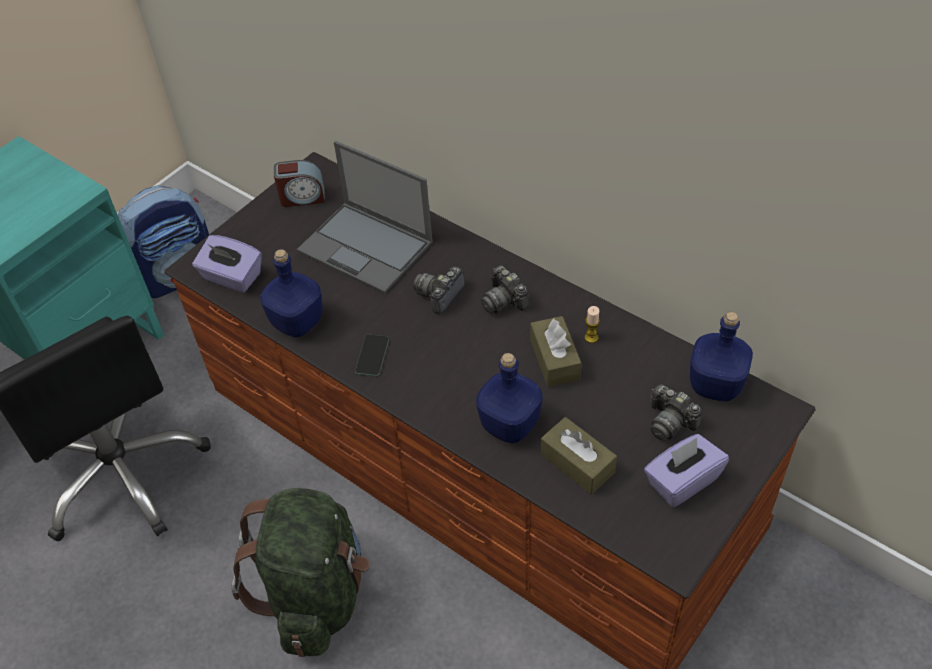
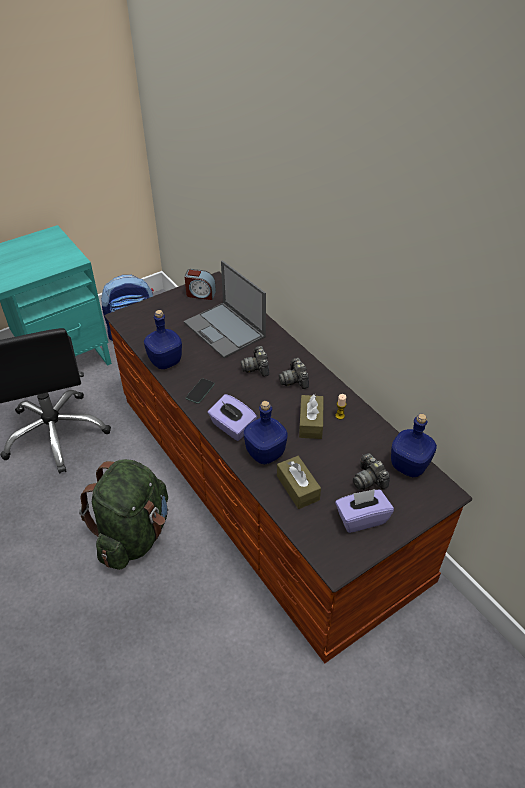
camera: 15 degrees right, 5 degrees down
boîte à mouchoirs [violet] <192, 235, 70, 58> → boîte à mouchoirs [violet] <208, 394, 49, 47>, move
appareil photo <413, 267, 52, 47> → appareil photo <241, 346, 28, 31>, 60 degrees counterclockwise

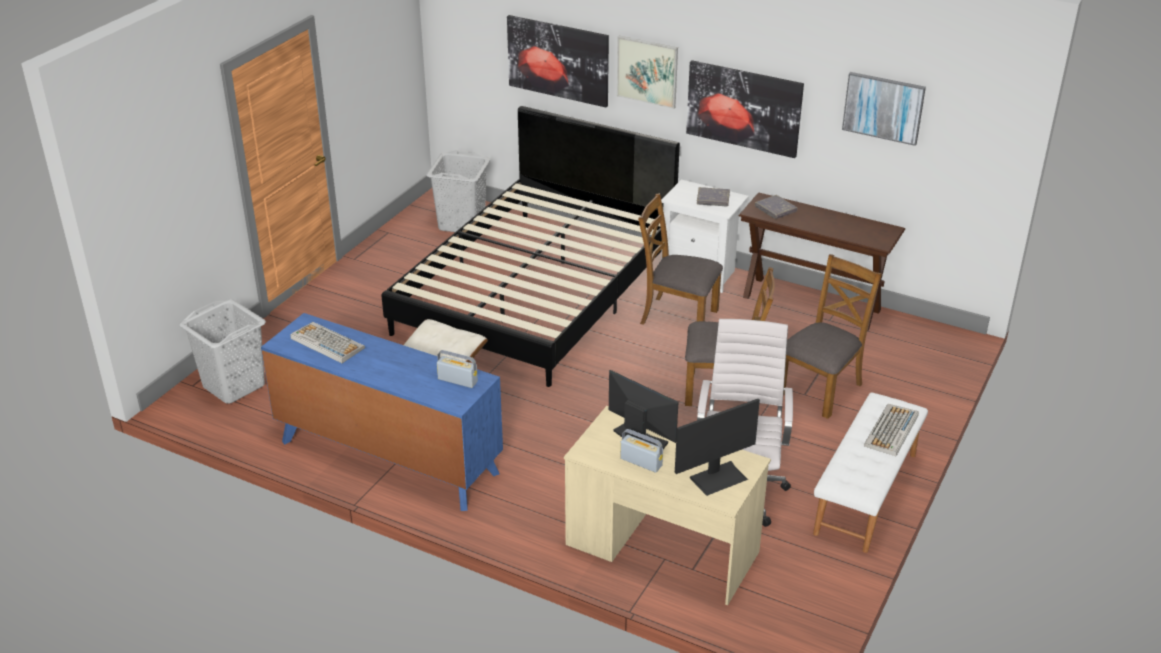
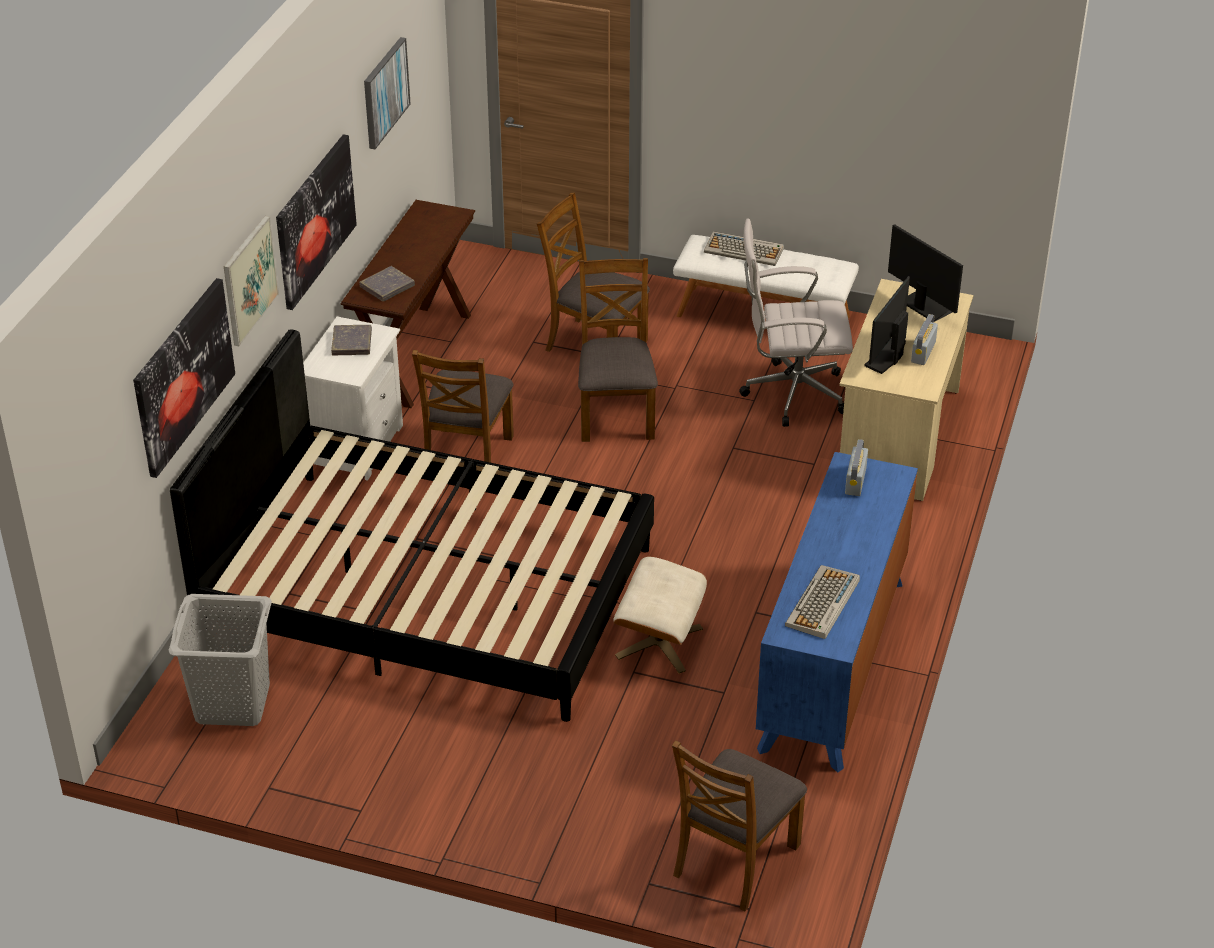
camera: 100 degrees left, 5 degrees up
panier à linge [gris] <179, 299, 87, 105> → chaise [marron] <672, 740, 135, 171>

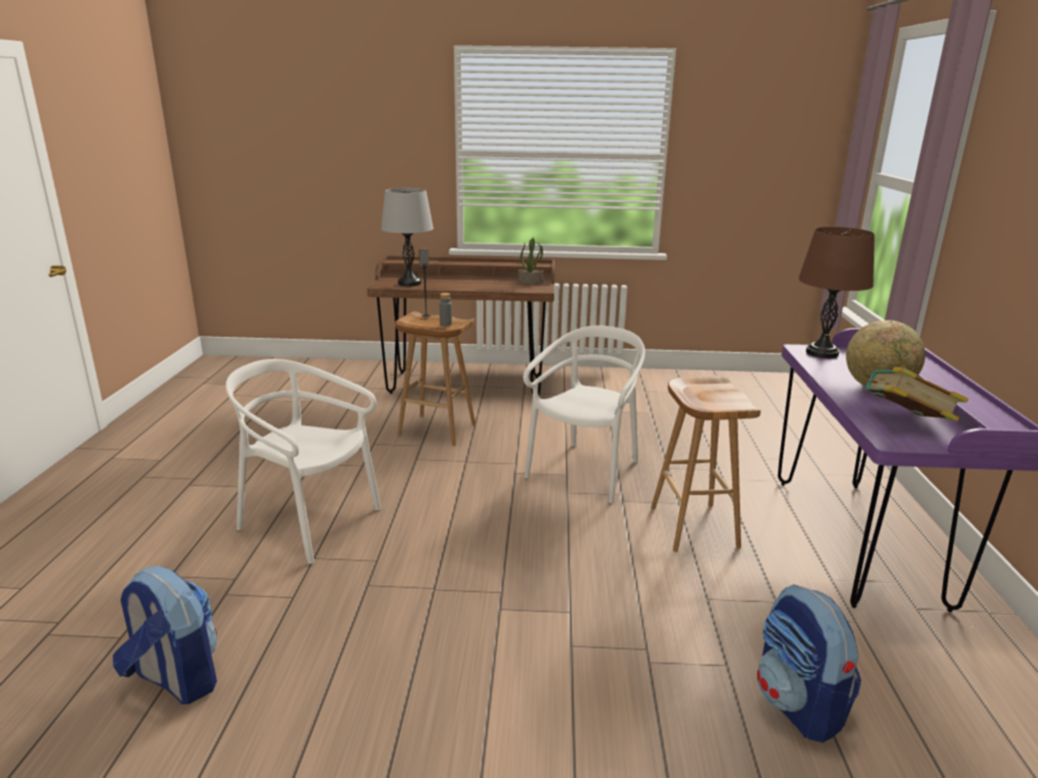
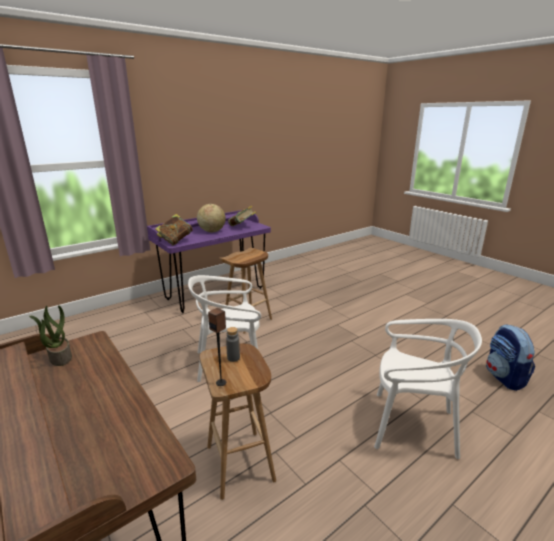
camera: 130 degrees left, 0 degrees up
lampe de table [gris] <381, 188, 52, 98> → -
sac à dos <757, 584, 104, 159> → -
lampe de table [marron] <798, 227, 77, 131> → livre <155, 214, 38, 31>
chaise [blanc] <226, 359, 155, 205> → chaise [blanc] <374, 319, 108, 140>, 60 degrees counterclockwise

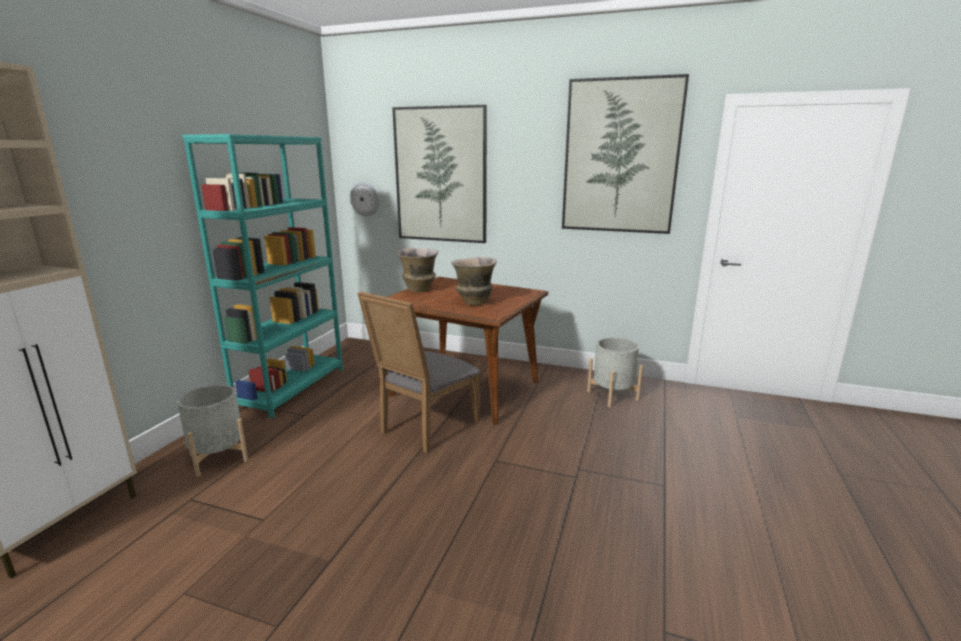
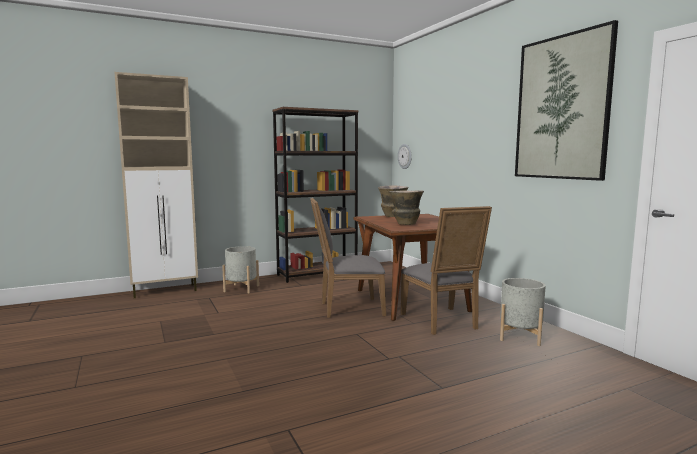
camera: 45 degrees right, 10 degrees down
tableau <392, 105, 95, 138> → -
- → chaise [gris] <401, 206, 91, 129>
bibliothèque [turquoise] <182, 134, 161, 284> → bibliothèque [marron] <272, 107, 87, 176>

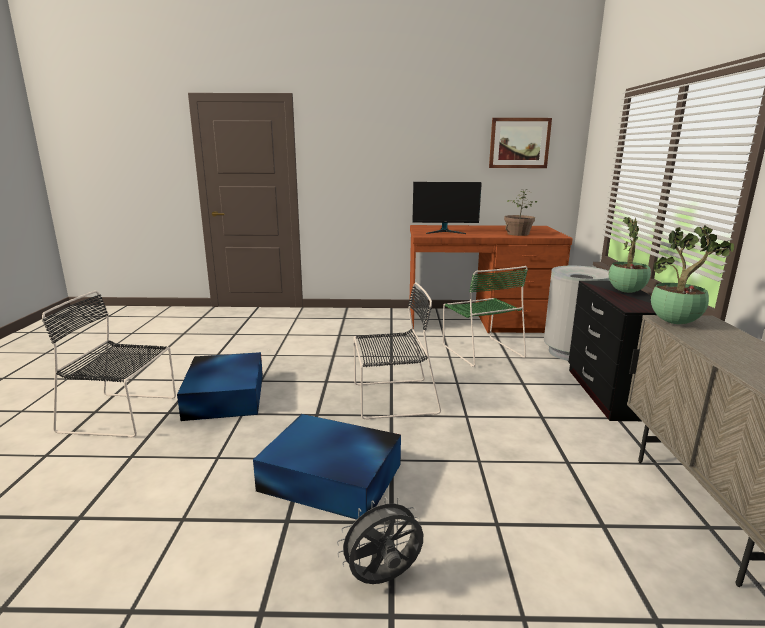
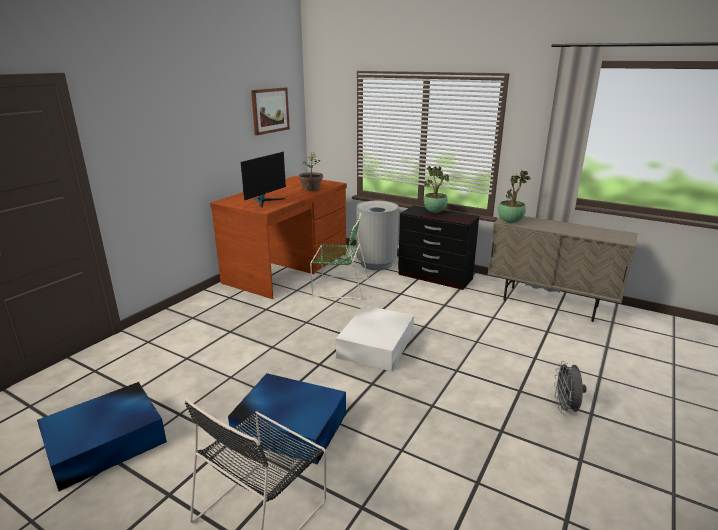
camera: 60 degrees left, 5 degrees up
boîte de rangement [bleu] <253, 414, 148, 106> → boîte de rangement [bleu] <37, 382, 130, 109>, move
chaise [noir] <354, 282, 87, 138> → boîte de rangement [blanc] <336, 305, 78, 66>

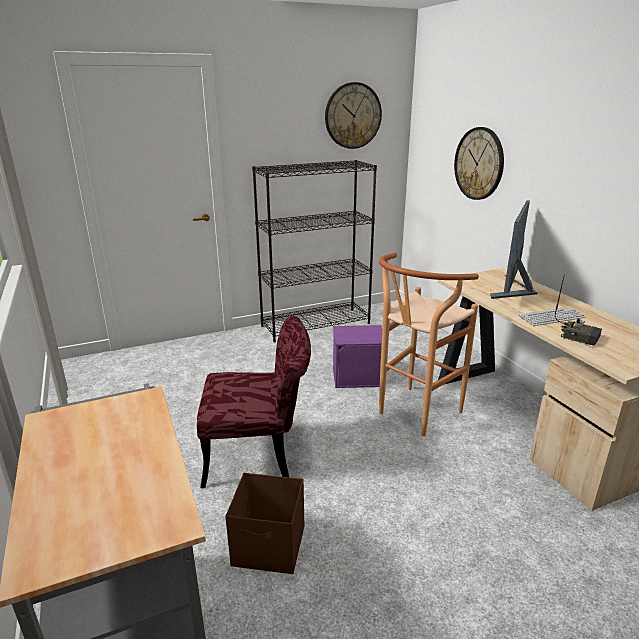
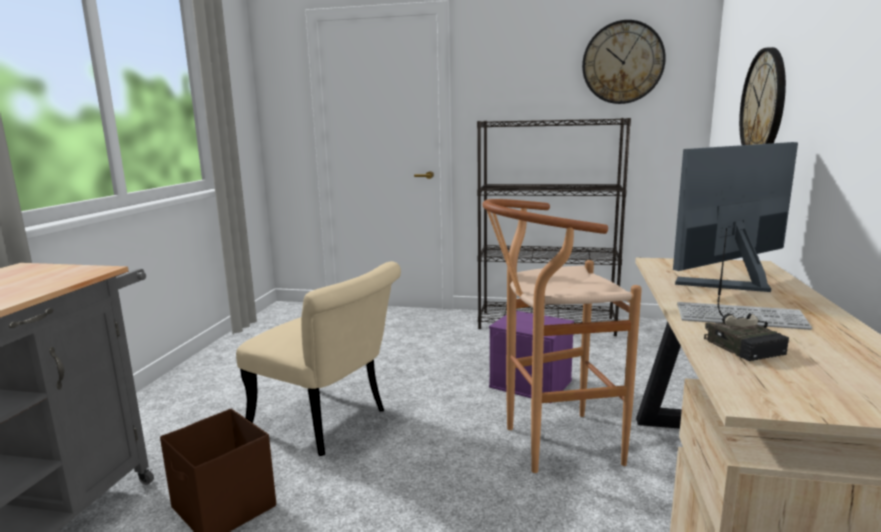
camera: 35 degrees right, 10 degrees down
chaise [rouge] <197, 316, 114, 172> → chaise [beige] <236, 261, 165, 195>

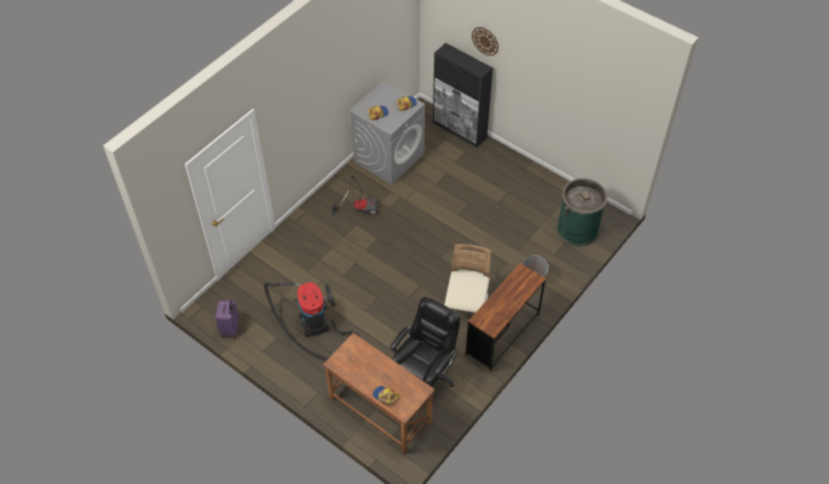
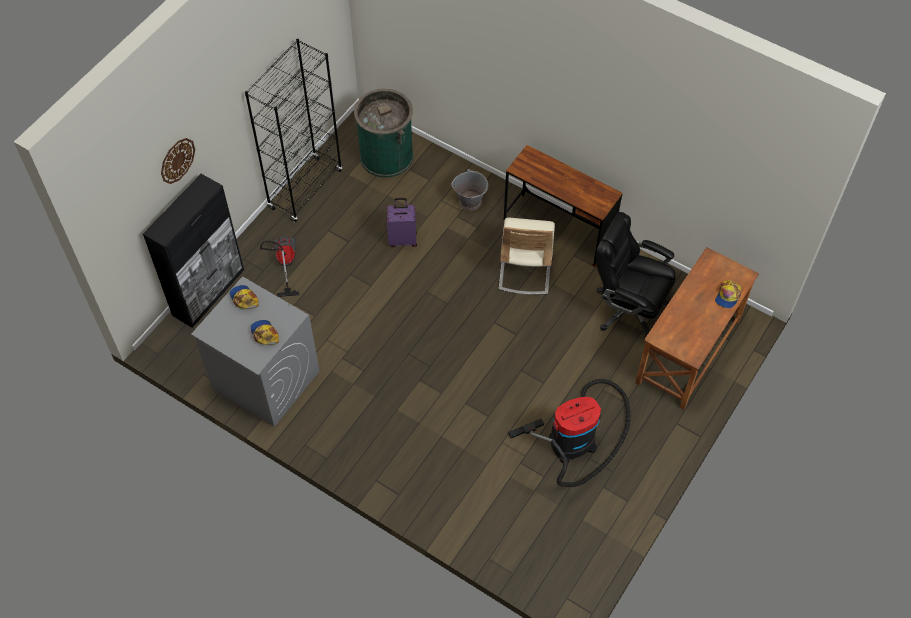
camera: 95 degrees left, 5 degrees up
- → bibliothèque [noir] <245, 39, 97, 183>
valise [violet] <215, 300, 24, 39> → valise [violet] <387, 198, 30, 49>, move
aspirateur <332, 175, 46, 41> → aspirateur <260, 236, 39, 61>, move
chaise [beige] <444, 244, 47, 69> → chaise [beige] <499, 218, 56, 77>, 90 degrees counterclockwise

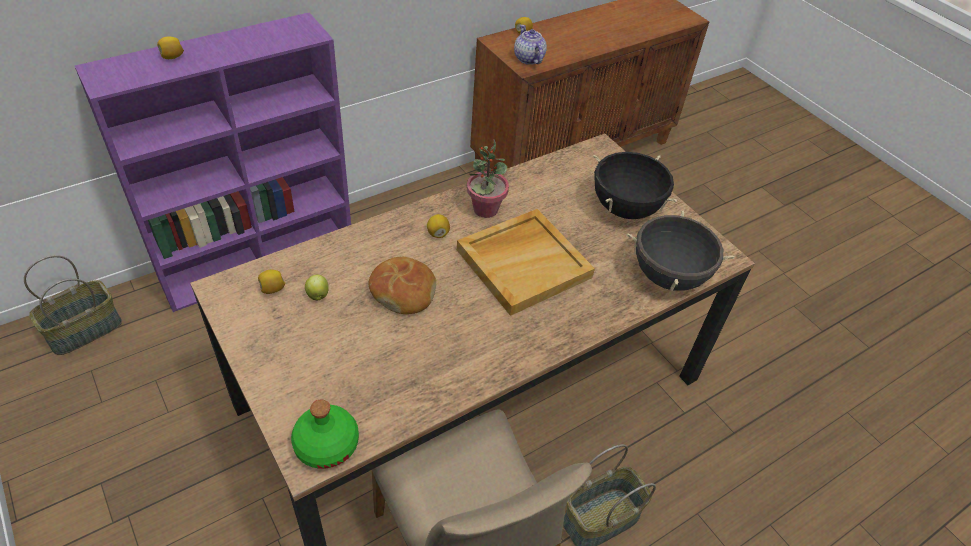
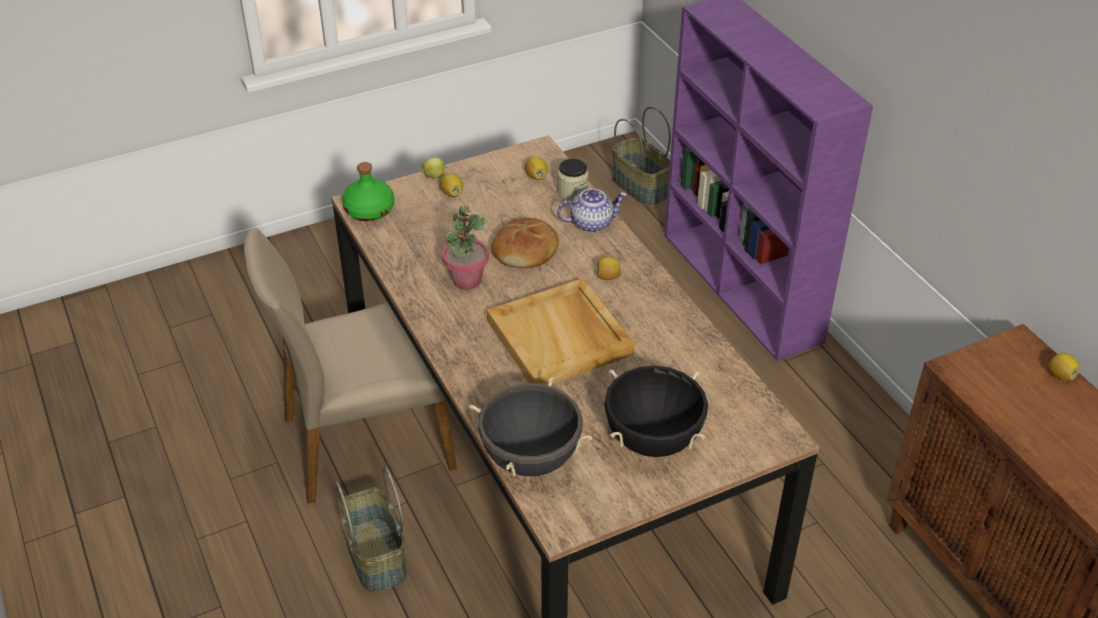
camera: 100 degrees right, 5 degrees down
- → bocal <558, 159, 30, 42>
citron <157, 37, 27, 22> → citron <439, 174, 24, 23>, move
pomme <305, 274, 24, 26> → pomme <422, 157, 25, 22>, move
plante en pot <467, 139, 42, 79> → plante en pot <442, 206, 47, 84>, move
théière <514, 25, 33, 40> → théière <557, 189, 70, 44>, move

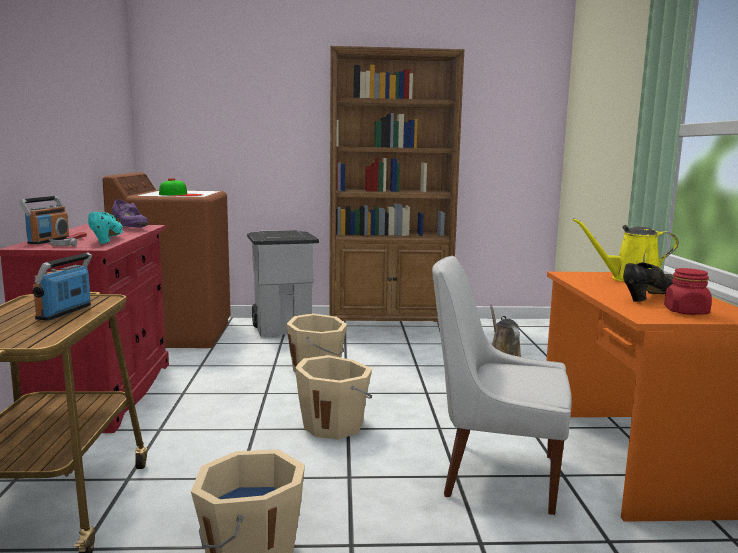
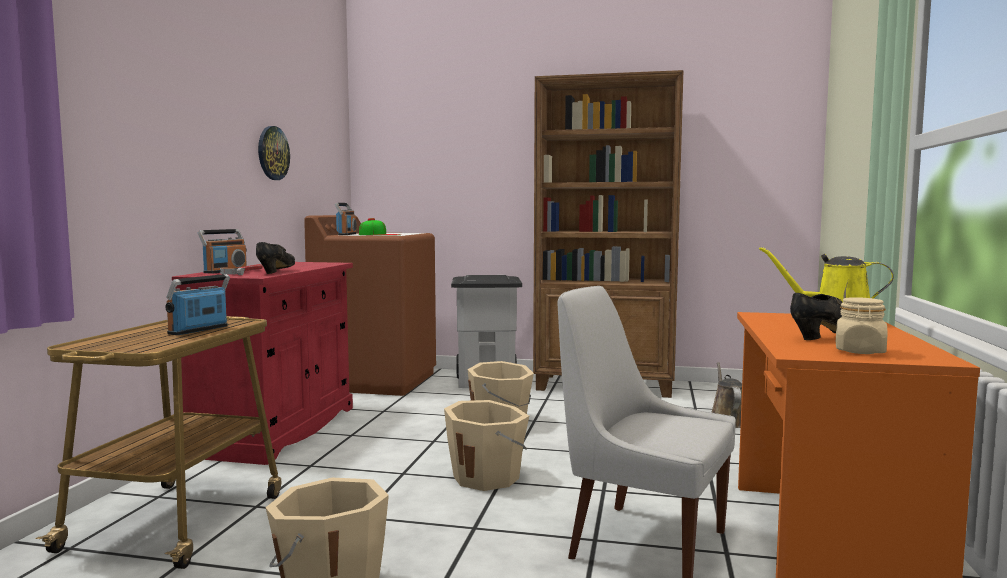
camera: 15 degrees right, 5 degrees down
chaussure [violet] <112, 199, 36, 29> → -
- → horloge murale <258, 126, 32, 54>
- → radio <335, 203, 22, 32>
chaussure [turquoise] <88, 212, 35, 32> → chaussure [noir] <256, 242, 39, 32>
bocal [rouge] <664, 268, 48, 47> → bocal [beige] <836, 297, 52, 57>

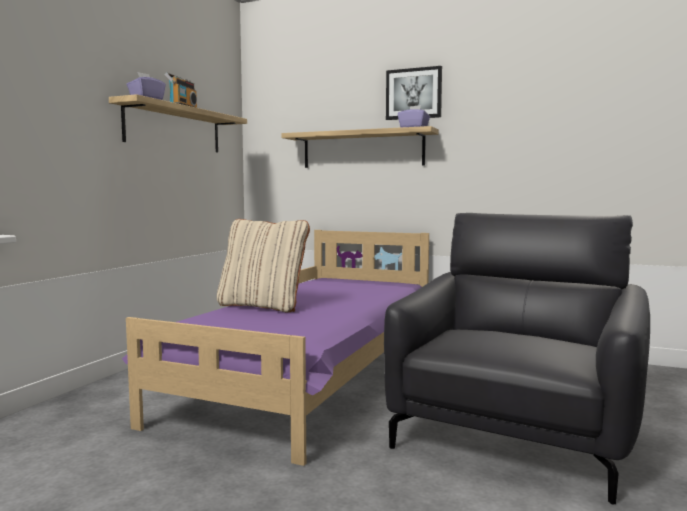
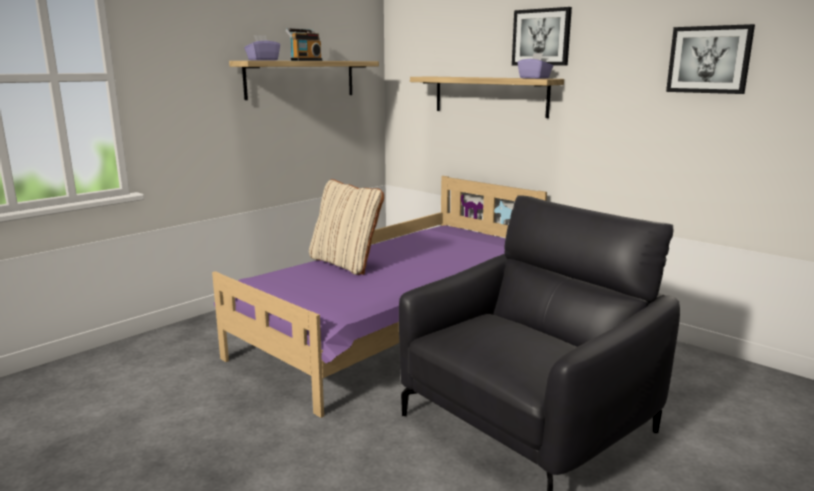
camera: 20 degrees right, 10 degrees up
- → tableau <666, 24, 89, 70>

